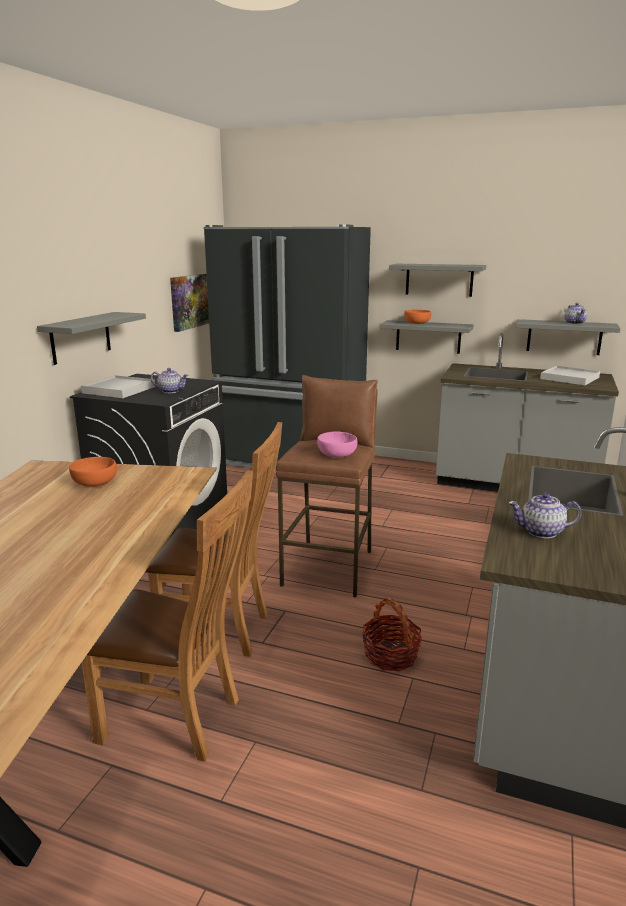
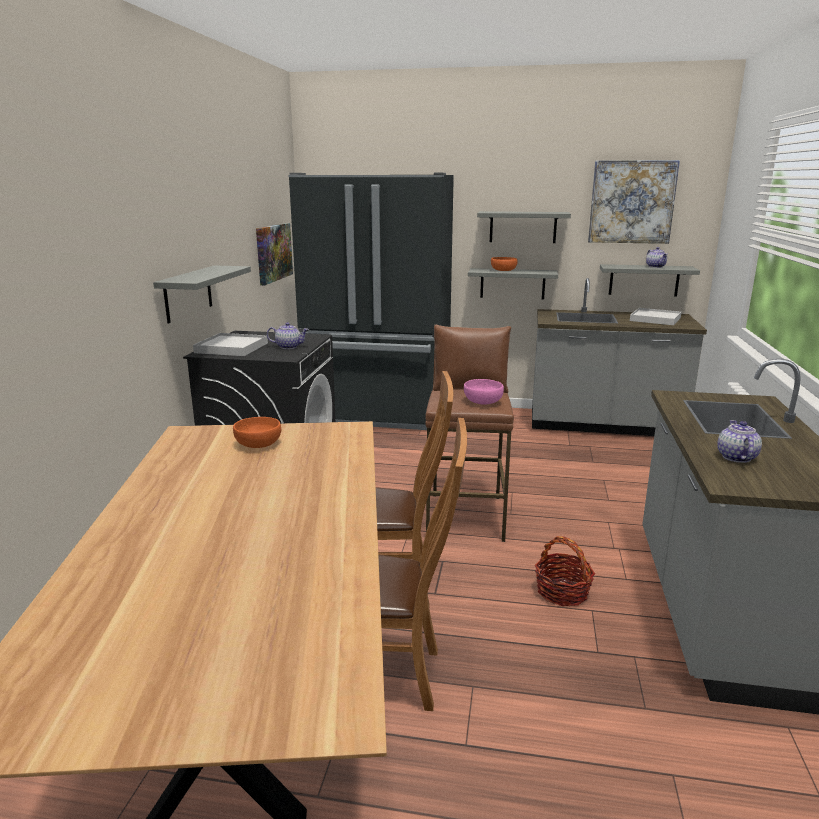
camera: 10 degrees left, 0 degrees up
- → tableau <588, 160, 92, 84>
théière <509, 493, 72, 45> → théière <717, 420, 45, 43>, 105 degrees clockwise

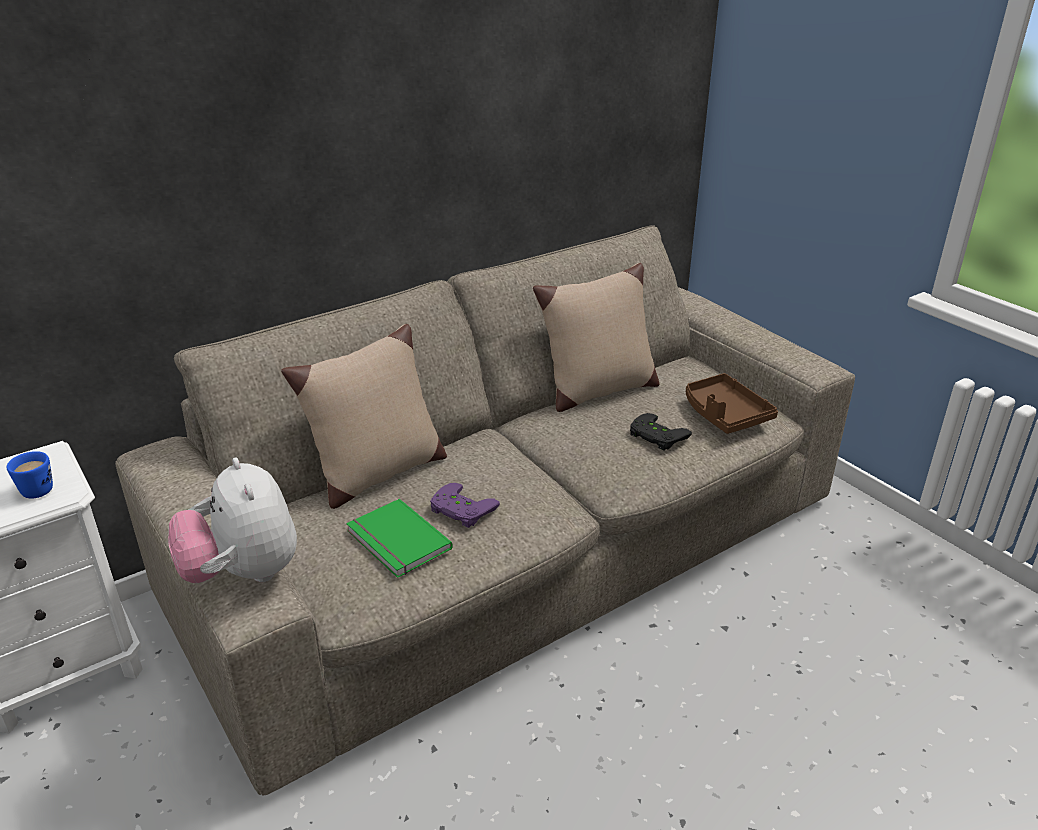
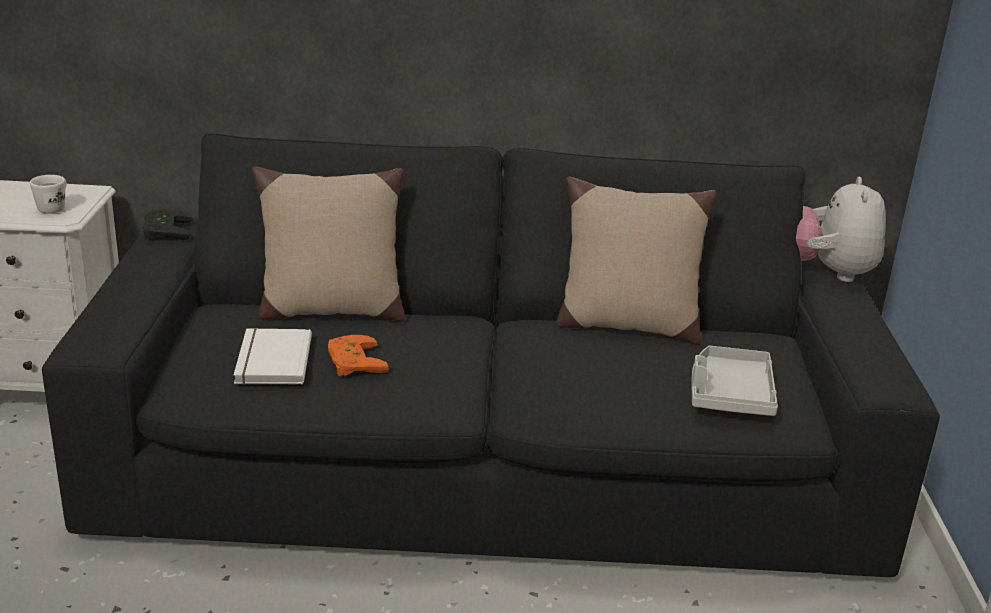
camera: 35 degrees right, 5 degrees down
peluche <168, 457, 129, 126> → peluche <796, 177, 90, 105>, move
manette [noir] <630, 413, 62, 38> → manette [noir] <142, 210, 51, 30>, move
mug [bleu] <7, 451, 46, 48> → mug [blanc] <30, 175, 37, 39>
canapé [beige] <115, 225, 740, 571> → canapé [noir] <42, 133, 898, 444>
livre [vert] <346, 499, 107, 79> → livre [blanc] <234, 328, 78, 56>
manette [violet] <430, 483, 70, 45> → manette [orange] <328, 335, 61, 41>
plateau [marron] <686, 373, 92, 61> → plateau [gris] <691, 346, 87, 70>

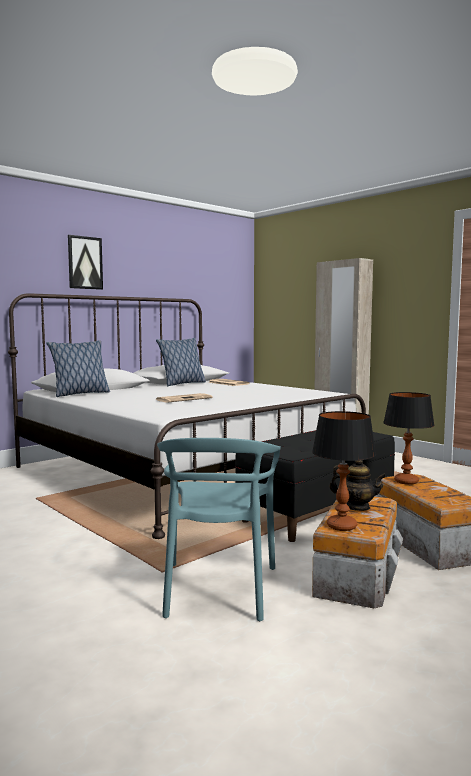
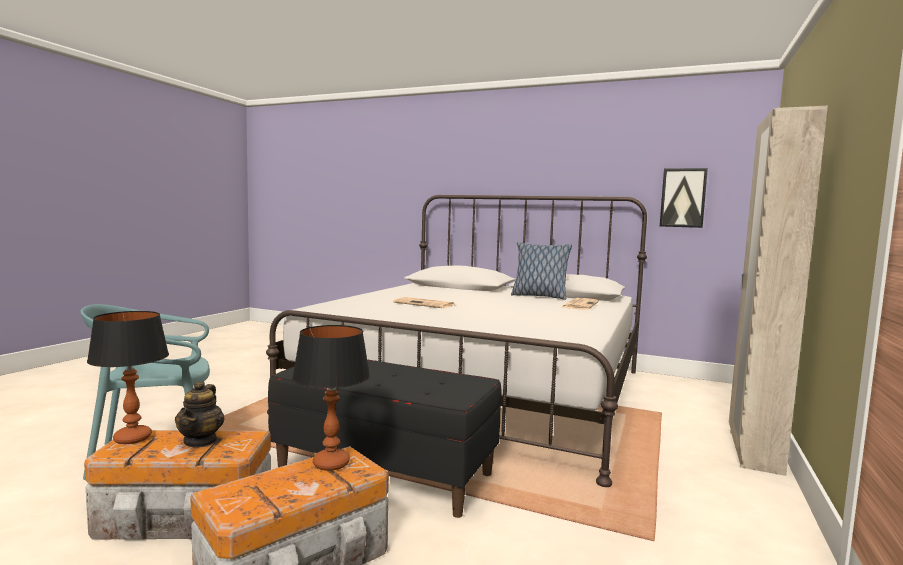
camera: 65 degrees right, 0 degrees up
coussin <46, 340, 64, 57> → -
tableau <68, 235, 35, 55> → tableau <660, 168, 48, 60>, move

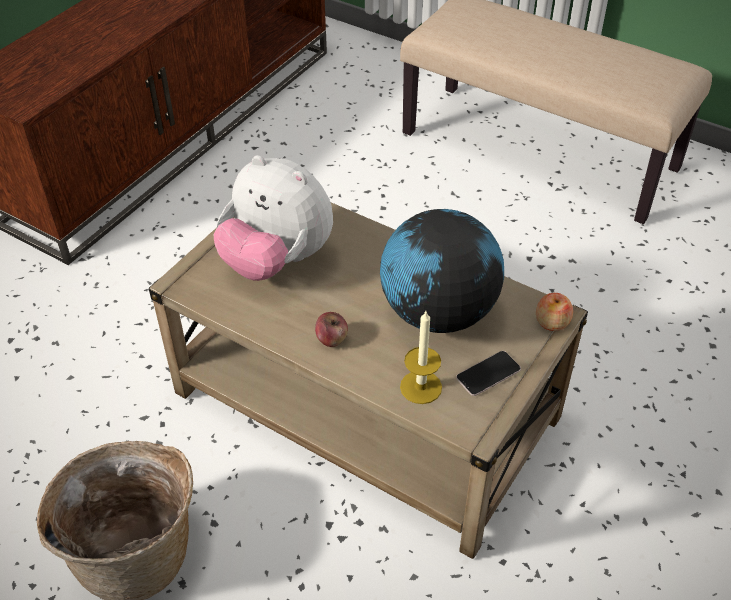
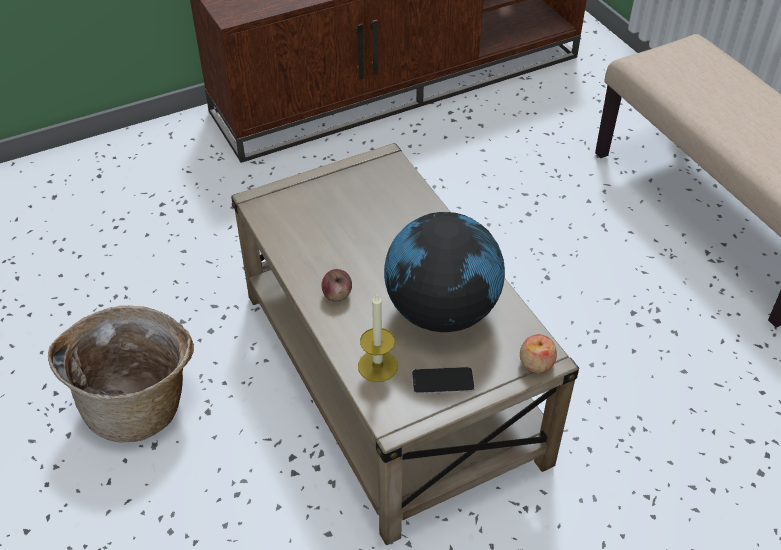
camera: 30 degrees right, 0 degrees up
peluche <214, 155, 119, 126> → -

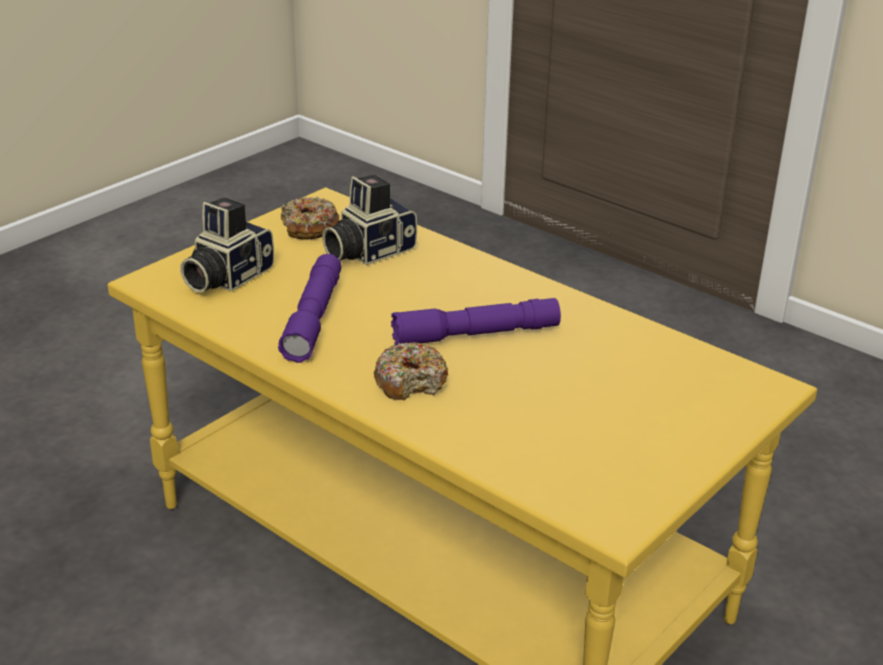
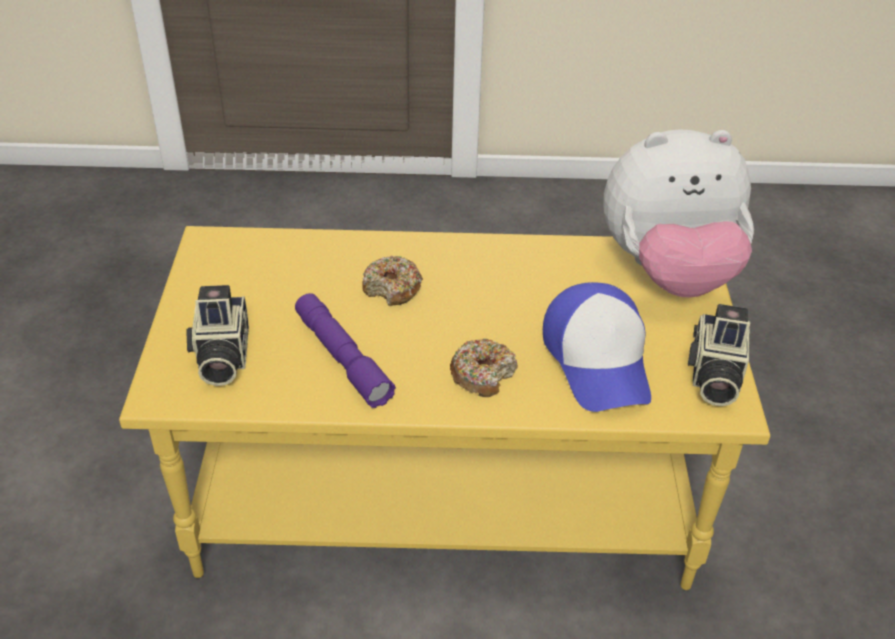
camera: 40 degrees left, 10 degrees up
lampe de poche [violet] <391, 298, 170, 48> → -
- → casquette <543, 282, 108, 130>
- → peluche <603, 129, 151, 169>
beignet <281, 197, 58, 43> → beignet <362, 256, 61, 50>, move
appareil photo <322, 175, 95, 90> → appareil photo <688, 304, 62, 102>, move

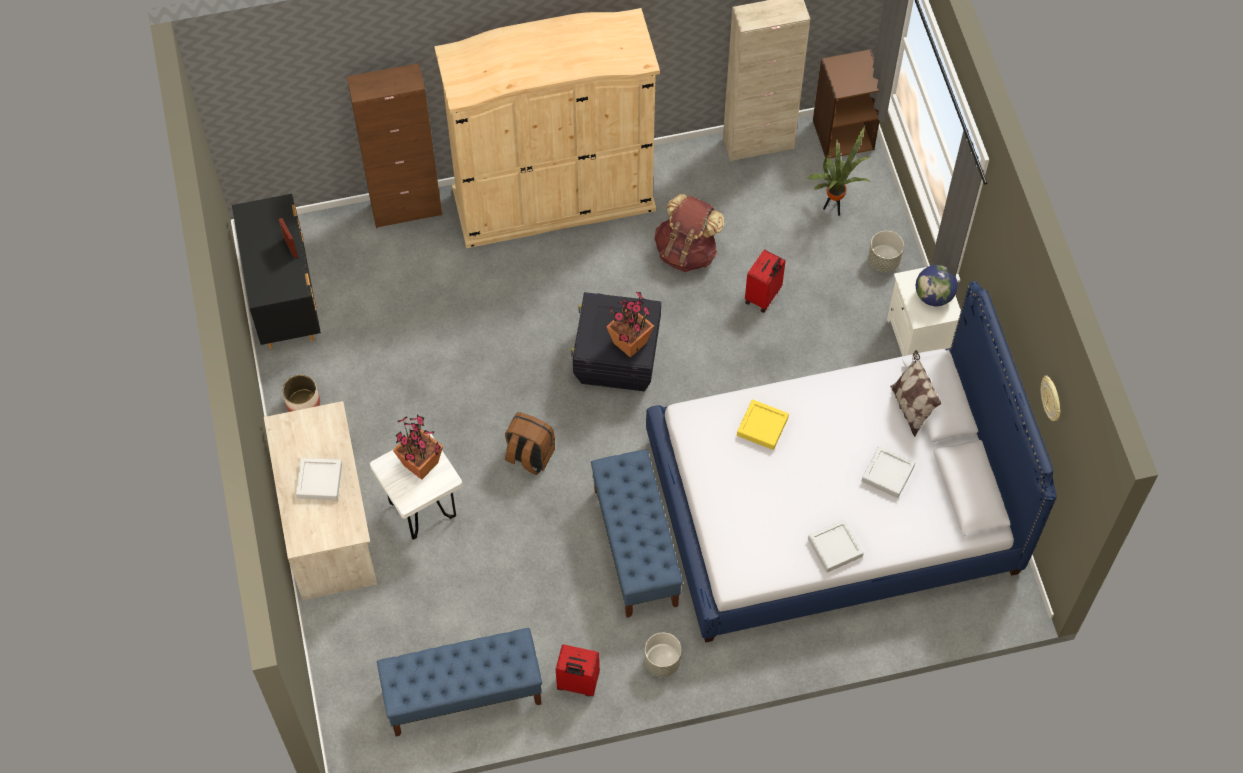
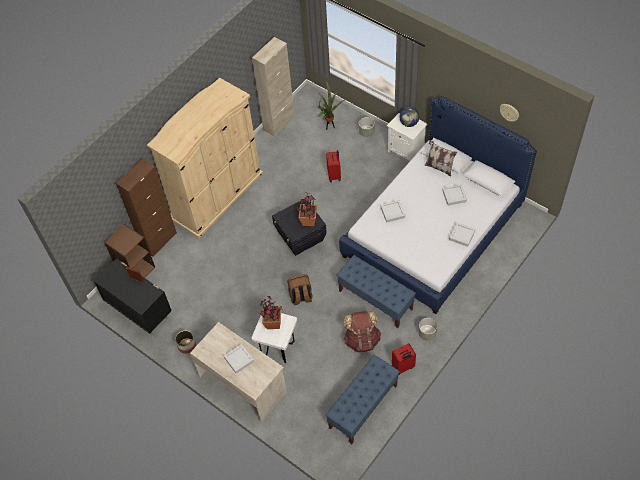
camera: 35 degrees left, 5 degrees down
sac à dos [marron] <654, 194, 70, 78> → sac à dos [marron] <344, 311, 37, 41>, move
bibliothèque [marron] <813, 49, 67, 110> → bibliothèque [marron] <104, 224, 51, 54>, move
plateau [jaune] <737, 399, 52, 51> → plateau [gris] <381, 200, 24, 23>

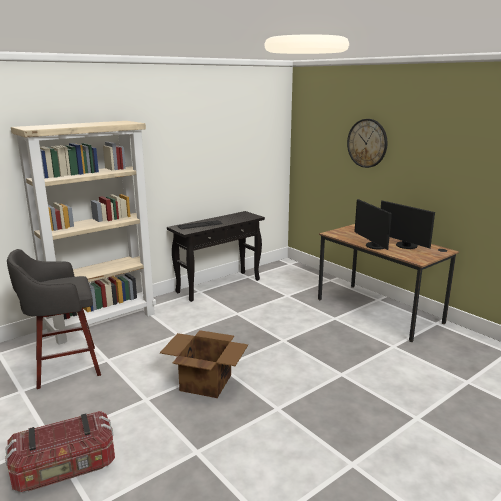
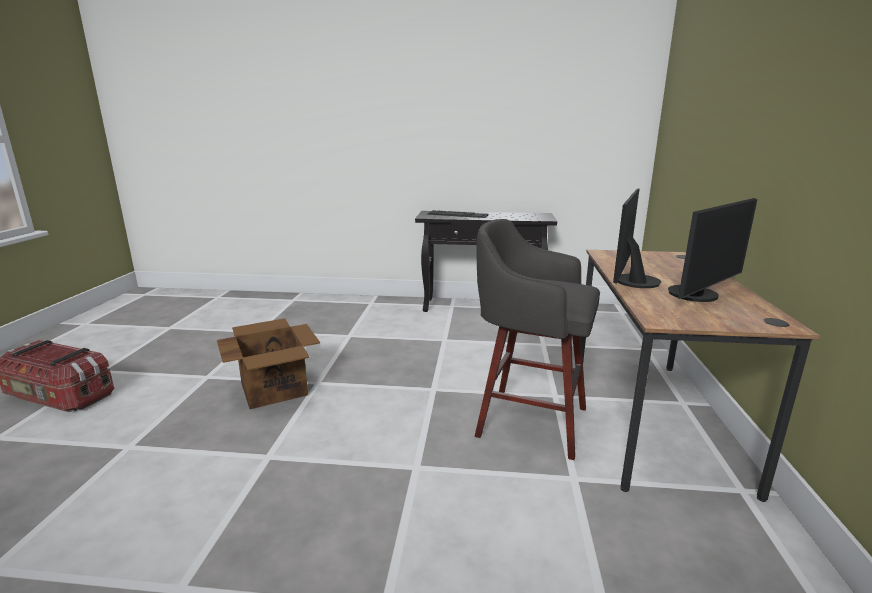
camera: 45 degrees right, 0 degrees up
bibliothèque [beige] <11, 121, 145, 224> → -
horloge murale <347, 119, 40, 49> → -
tabouret [gris] <7, 249, 94, 140> → tabouret [gris] <475, 219, 125, 241>, move
écran d'ordinateur <381, 200, 54, 49> → écran d'ordinateur <668, 198, 89, 104>, 135 degrees counterclockwise

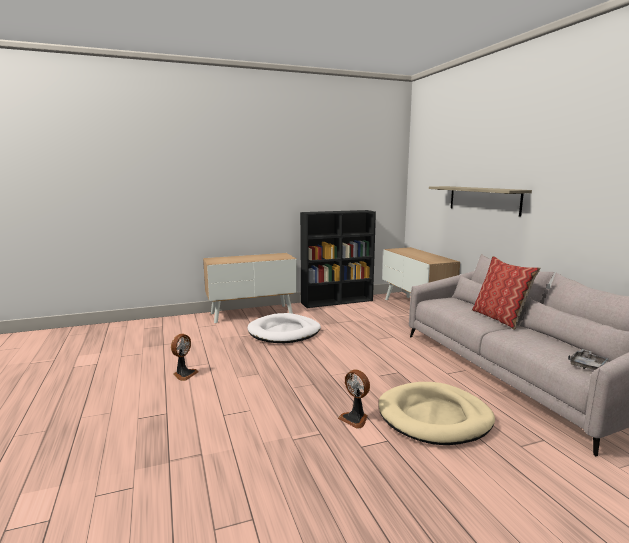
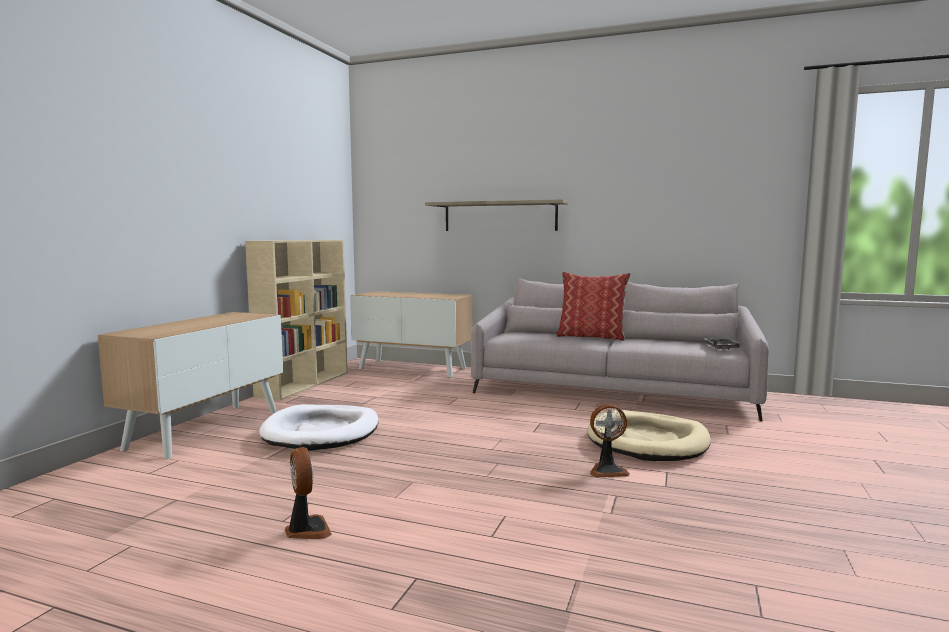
camera: 50 degrees left, 5 degrees down
bibliothèque [noir] <300, 210, 76, 98> → bibliothèque [beige] <245, 240, 103, 161>

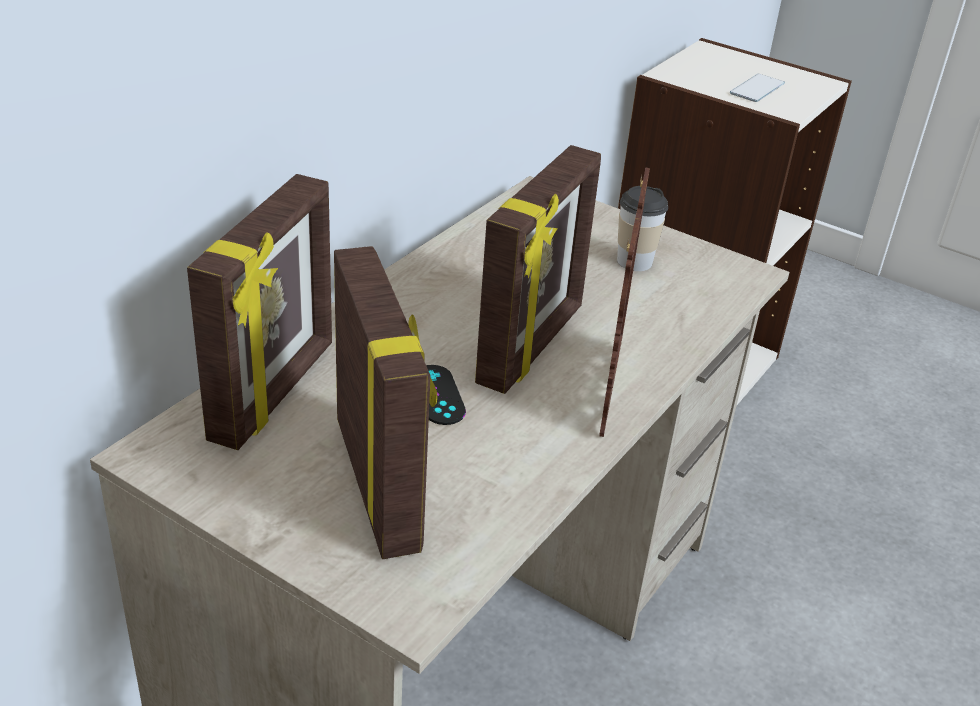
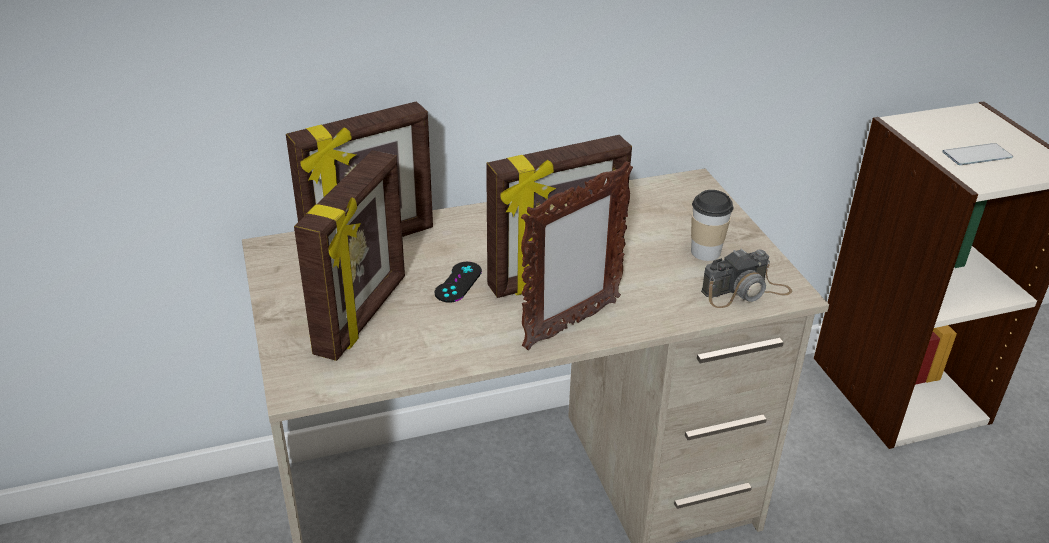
camera: 40 degrees right, 0 degrees up
- → appareil photo <701, 248, 91, 60>

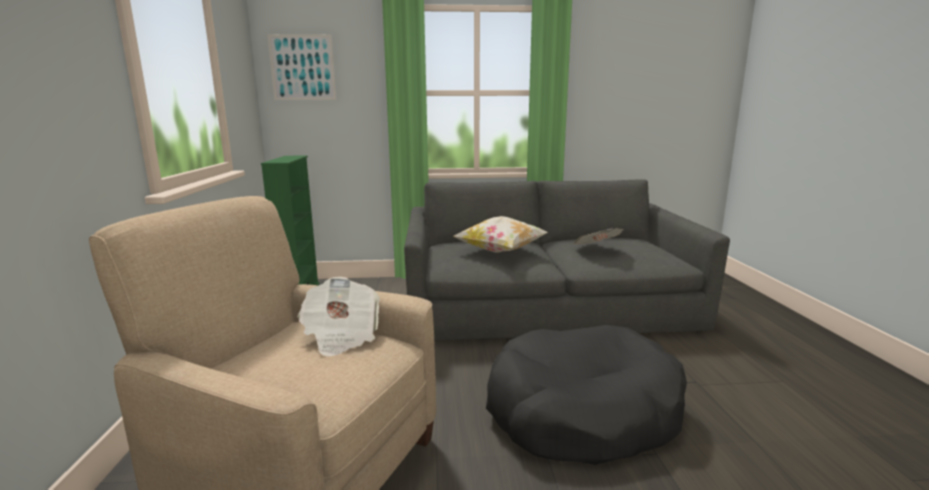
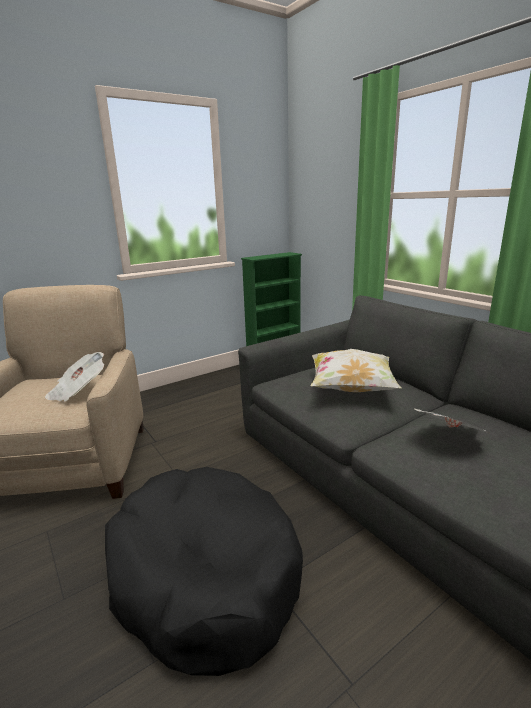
camera: 60 degrees right, 5 degrees up
tableau <267, 34, 69, 66> → -

